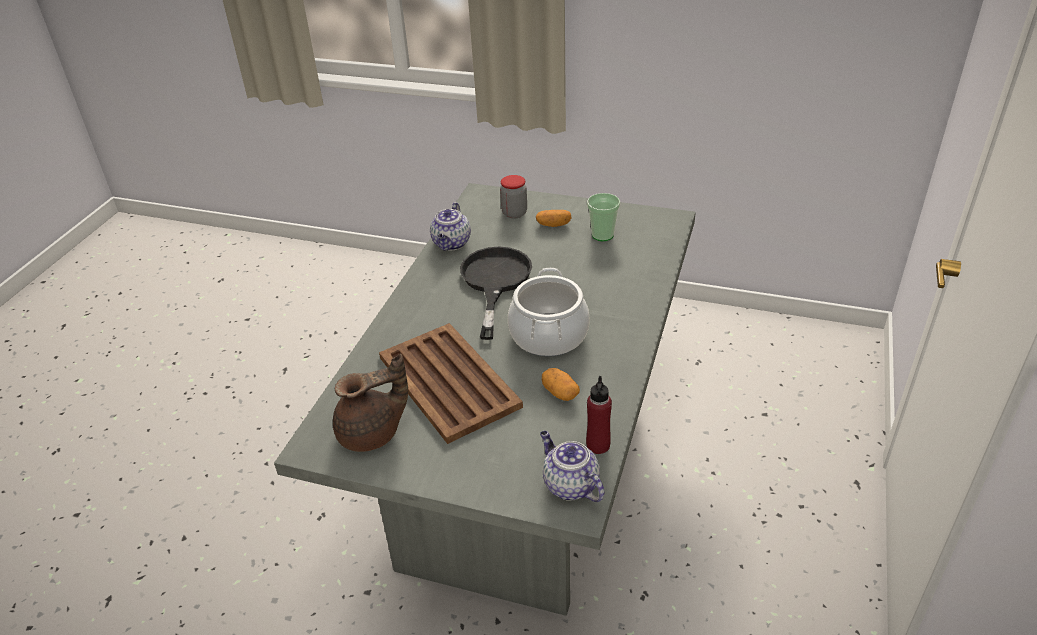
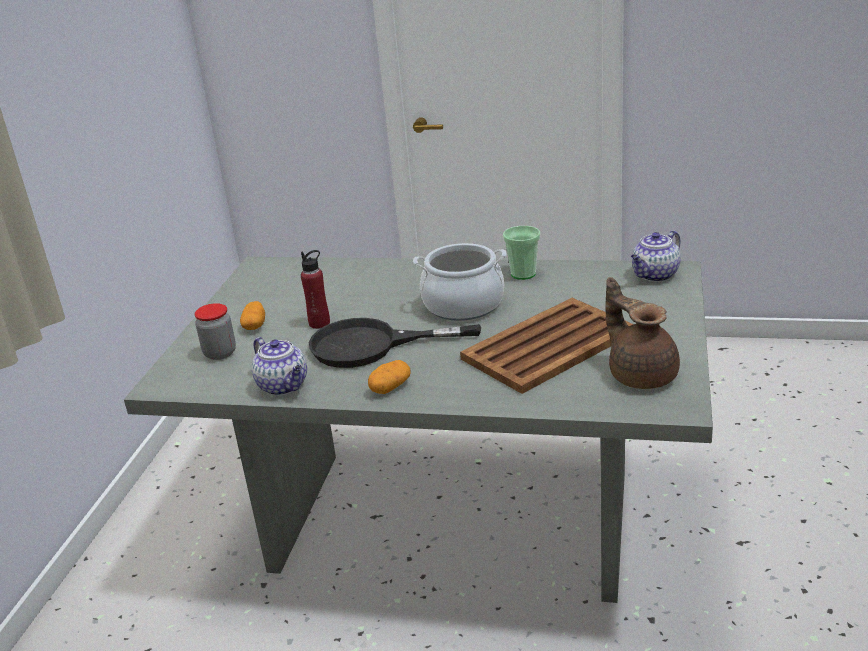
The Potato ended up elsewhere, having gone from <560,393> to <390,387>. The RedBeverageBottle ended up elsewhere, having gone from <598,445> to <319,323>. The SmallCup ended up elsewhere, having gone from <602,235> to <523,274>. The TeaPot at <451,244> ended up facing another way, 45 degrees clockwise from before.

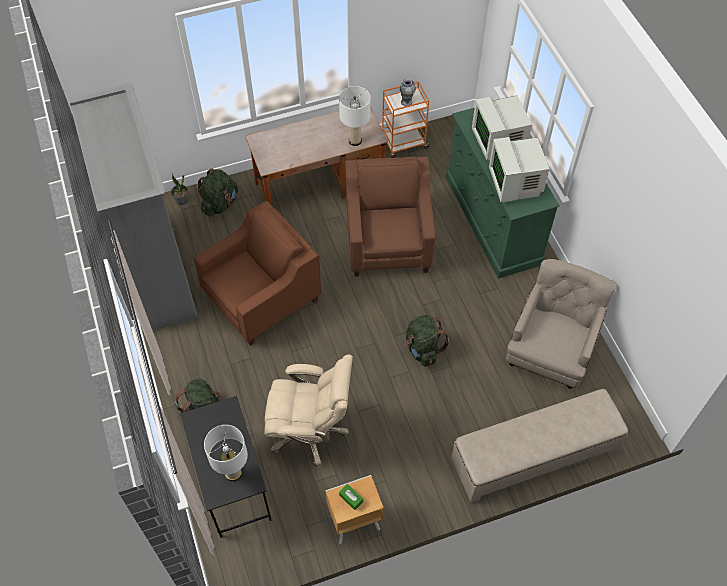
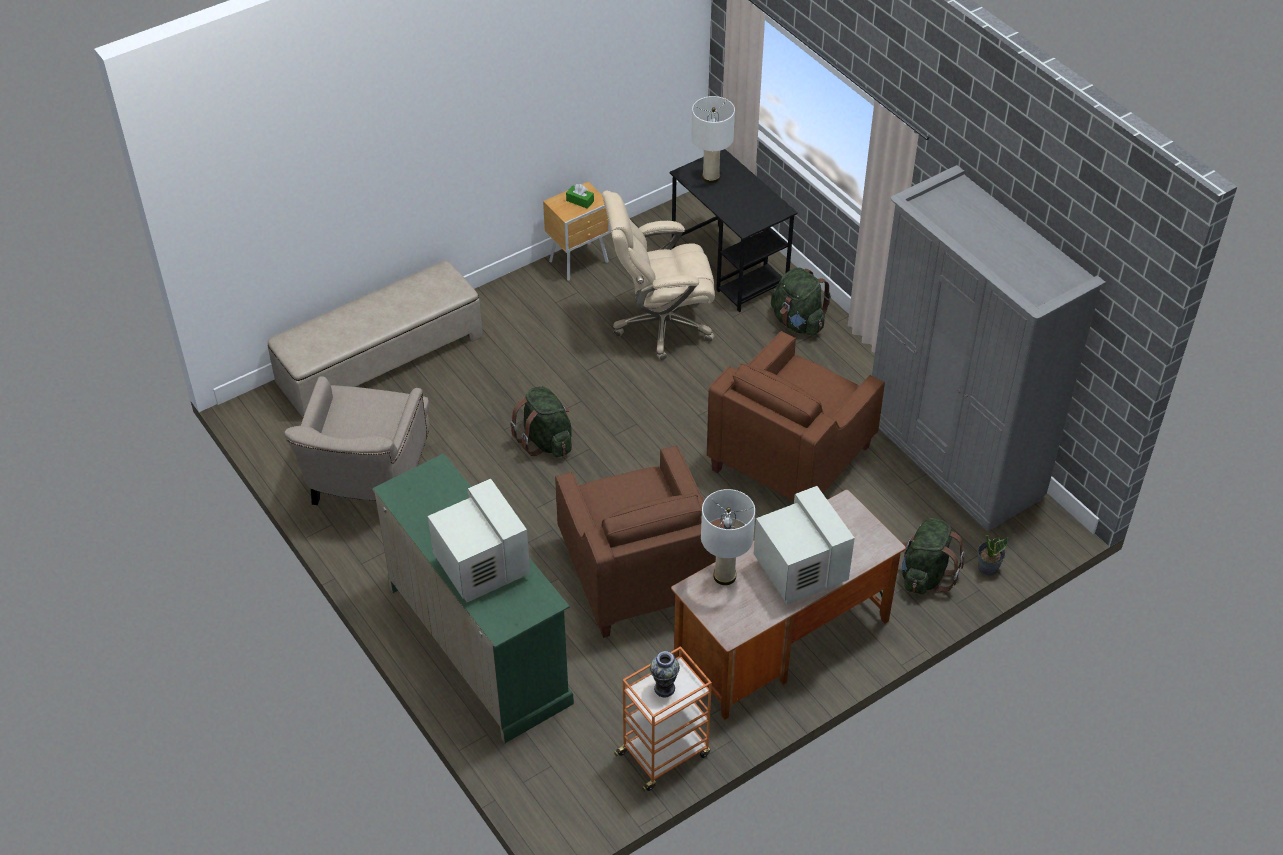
The ComputerDisplay ended up elsewhere, having gone from <515,184> to <798,572>.

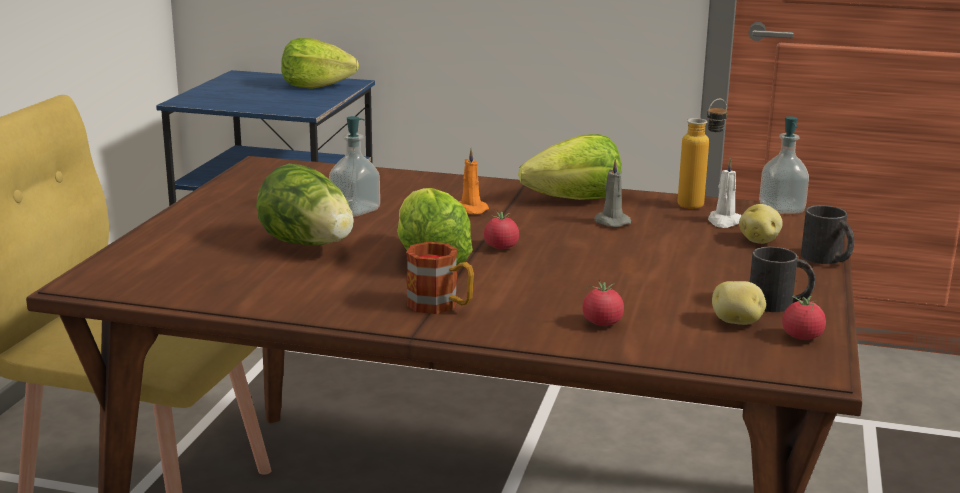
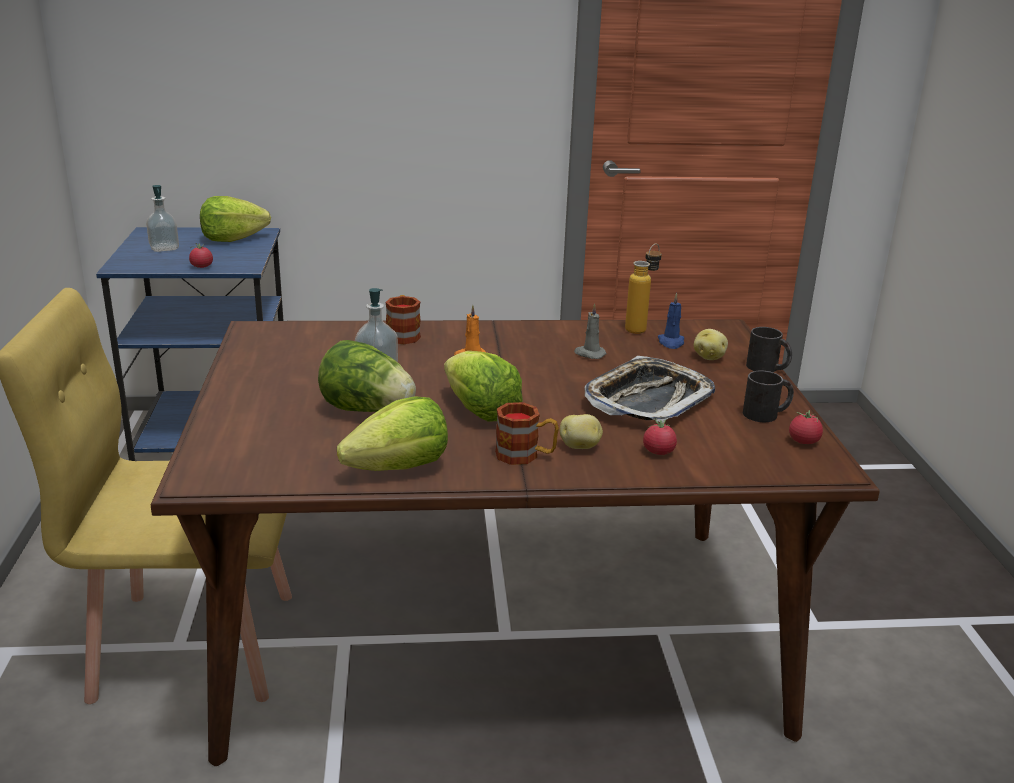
The second view gained the TeaMug at <403,334>. The second view gained the CarryingTray at <648,399>. The FreshTomato ended up elsewhere, having gone from <501,247> to <202,267>. The HeadOfLettuce ended up elsewhere, having gone from <575,200> to <399,468>. The Potato ended up elsewhere, having gone from <737,322> to <580,447>. The SoapDispenser ended up elsewhere, having gone from <781,209> to <164,248>. What was the WhiteWaxCandle at <724,221> turned into the BlueWaxCandle at <671,343>.

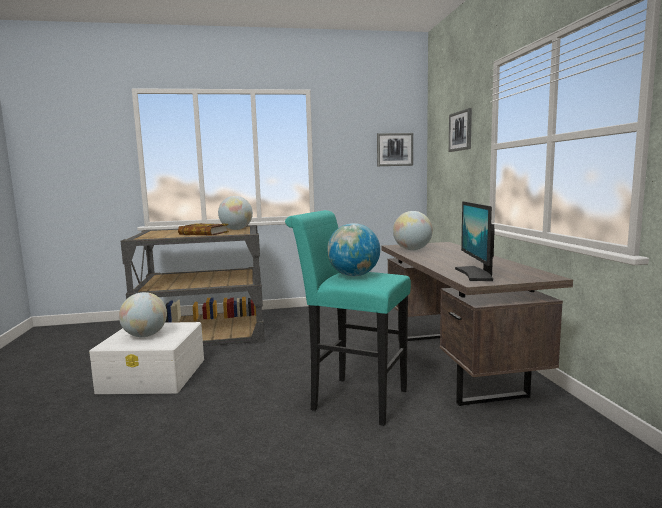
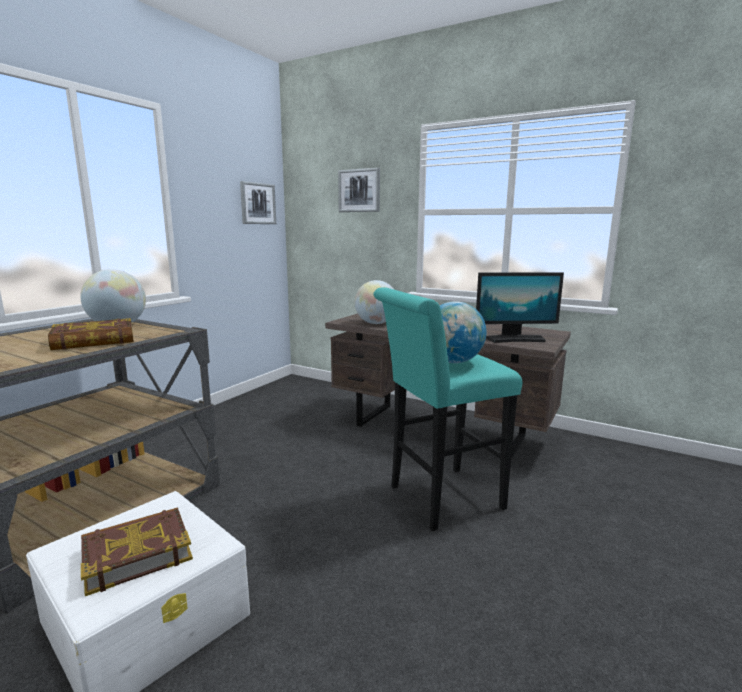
Where the Globe stood at <145,335>, the Book came to stand at <137,554>. The ComputerDisplay at <475,274> ended up facing another way, 45 degrees counterclockwise from before.

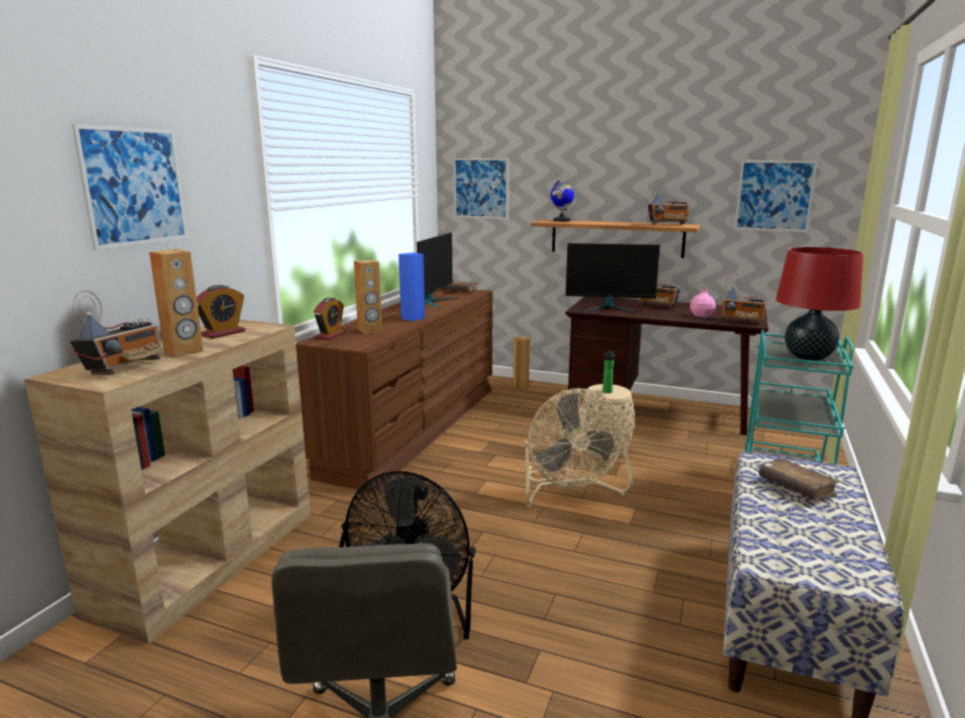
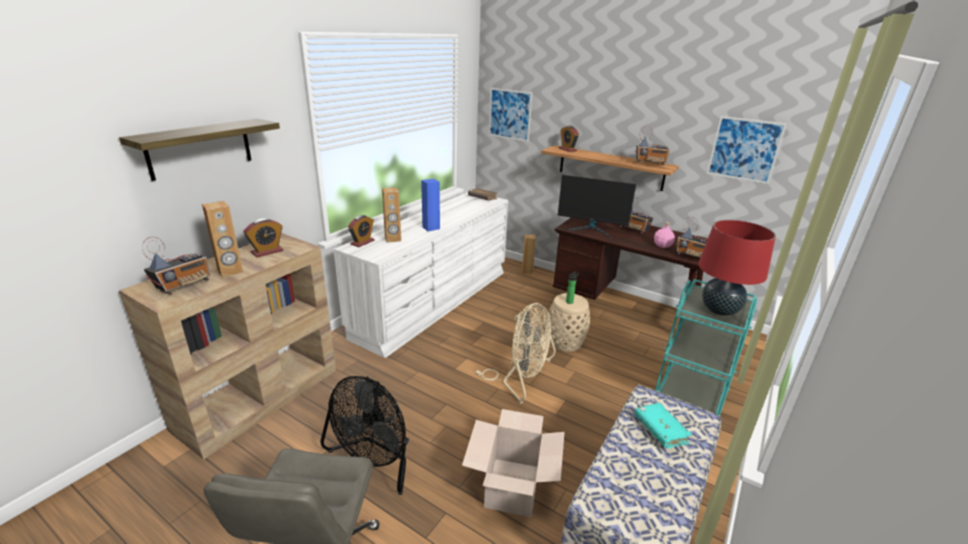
The second view lost the ComputerDisplay at <434,302>. The second view gained the Carton at <512,487>. Where the WallPicture hung at <134,186>, the Shelf came to hang at <200,148>. Where the Globe stood at <561,221>, the TableClock came to stand at <567,149>. What was the BrownDresser at <413,427> turned into the WhiteDresser at <433,301>. What was the BrownBook at <796,488> turned into the TurquoiseBook at <660,430>. The SandColouredFan at <566,491> ended up facing another way, 60 degrees counterclockwise from before.

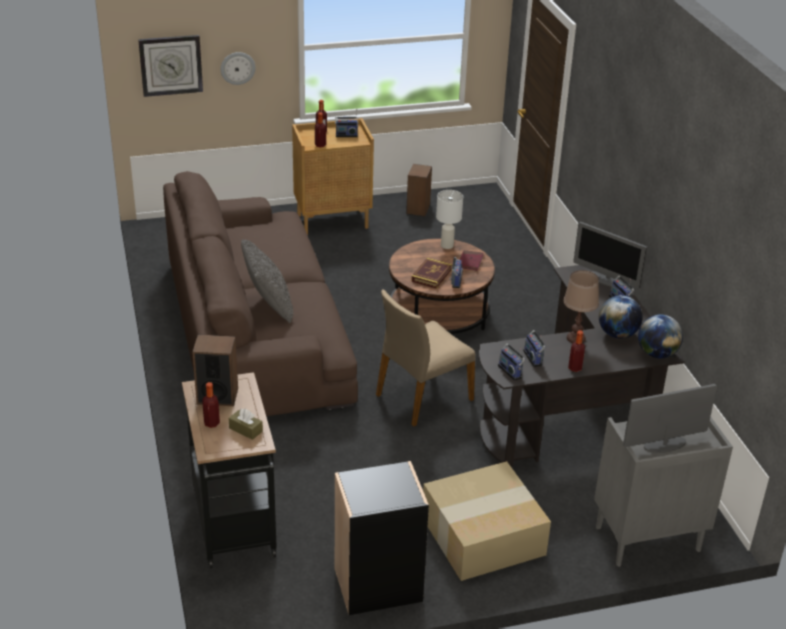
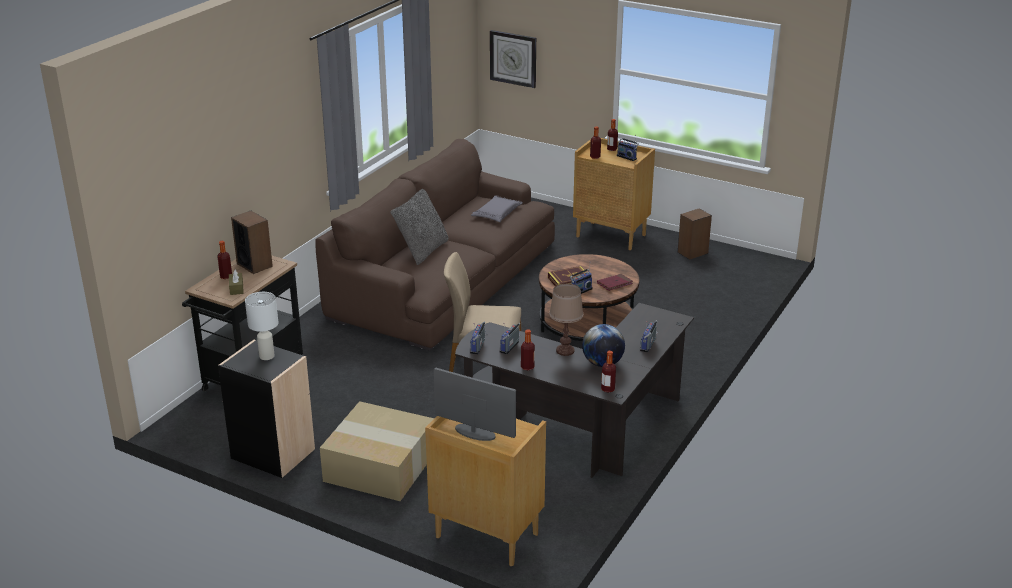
The second view lost the ClockOnTheWall at <237,68>. The second view lost the ComputerDisplay at <605,280>. The second view gained the GreyThrowPillow at <497,212>. The WhiteTableLamp ended up elsewhere, having gone from <447,245> to <267,356>. Where the Globe stood at <656,354>, the BeverageBottle came to stand at <608,389>. What was the GreyStorageCabinet at <647,539> turned into the BrownStorageCabinet at <486,535>.

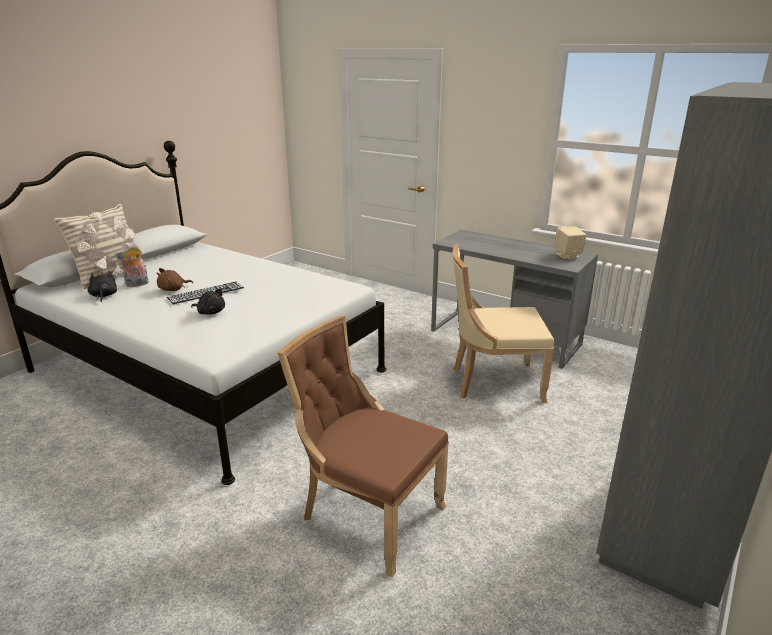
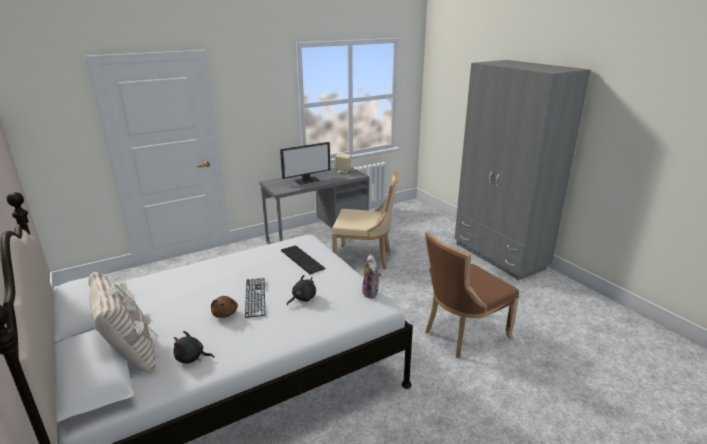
The second view gained the ComputerDisplay at <307,180>. The second view gained the ComputerKeyboard at <301,259>. The SoftToy ended up elsewhere, having gone from <136,284> to <371,293>. The SandColouredPlainChair at <493,383> ended up facing another way, 105 degrees counterclockwise from before.

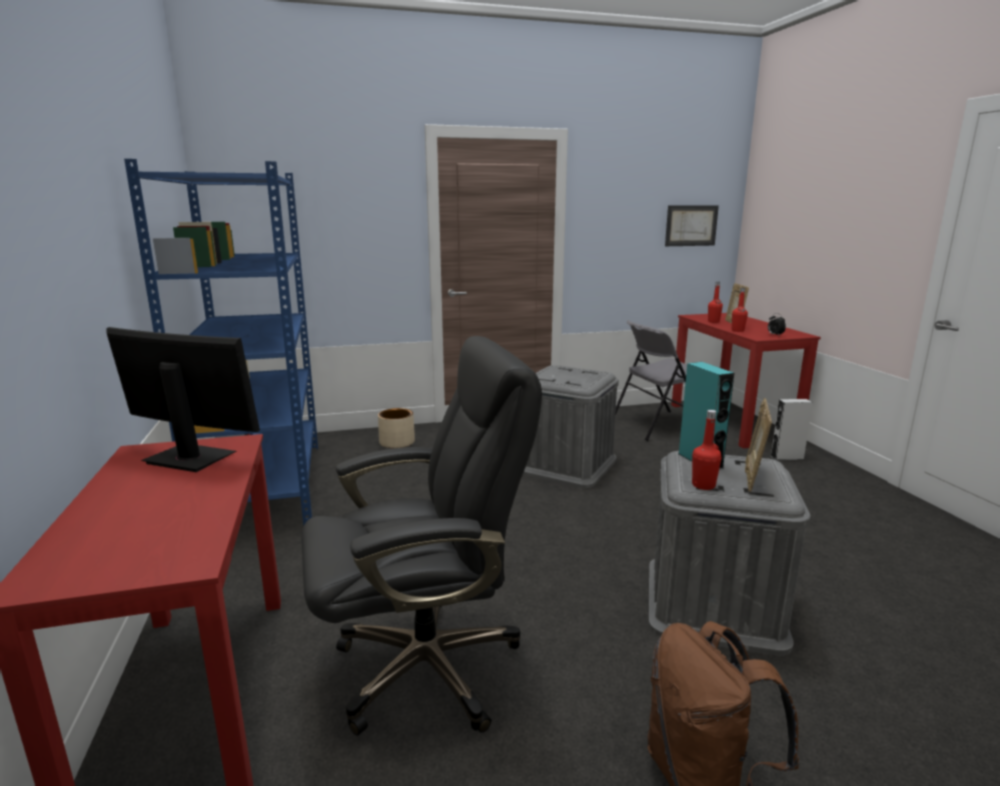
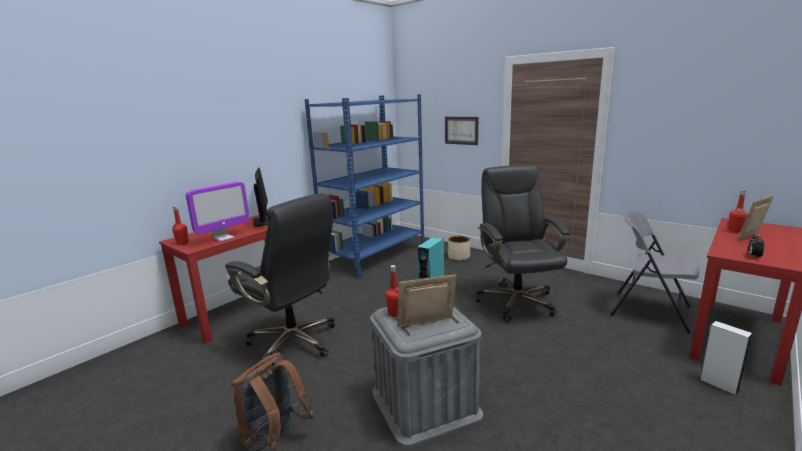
The second view gained the ComputerDisplay at <224,238>. The WallPicture ended up elsewhere, having gone from <691,225> to <461,130>. The RedBeverageBottle ended up elsewhere, having gone from <737,330> to <182,243>. Where the GreyStorageContainer stood at <565,464>, the BlackColouredDeskChair came to stand at <517,304>.

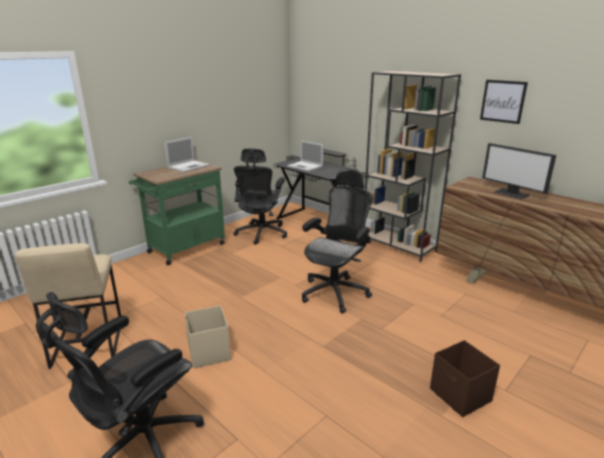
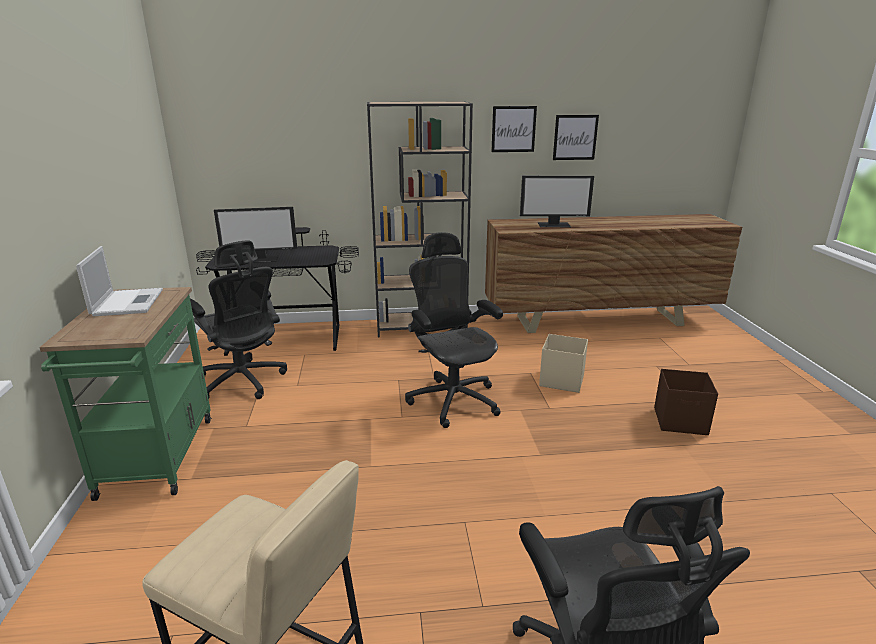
The second view gained the WallPicture at <575,137>. The SandColouredStorageContainer ended up elsewhere, having gone from <209,352> to <561,380>. Where the NotebookComputer stood at <305,166>, the ComputerDisplay came to stand at <261,259>.

